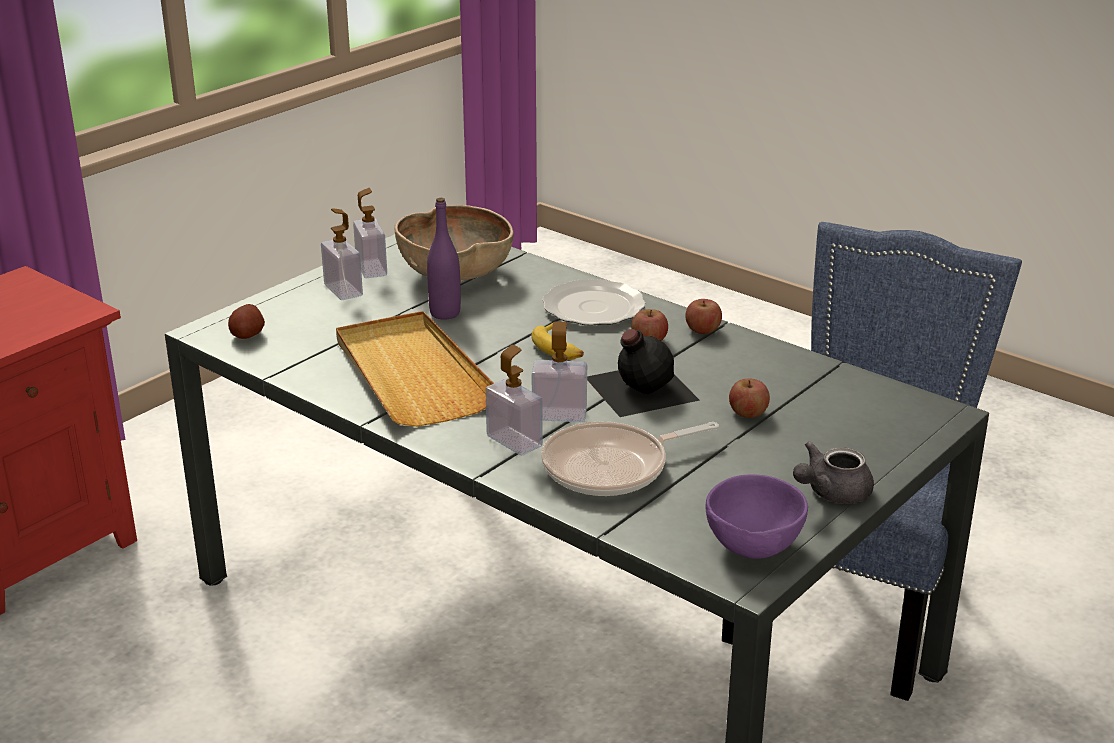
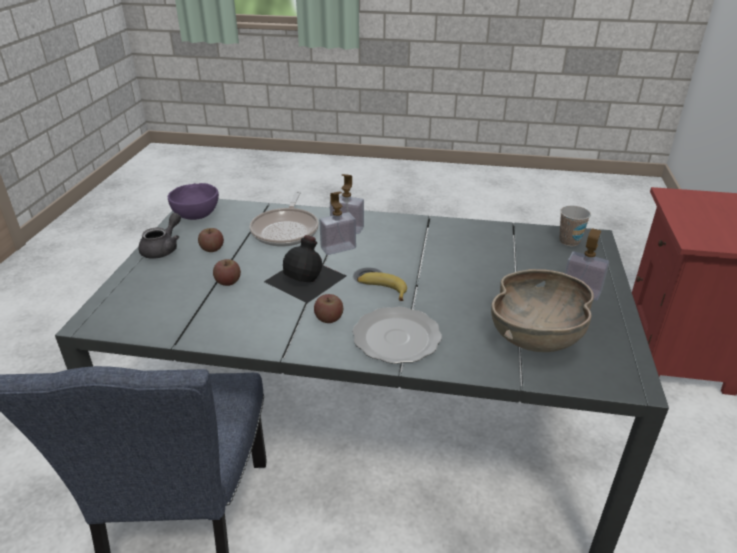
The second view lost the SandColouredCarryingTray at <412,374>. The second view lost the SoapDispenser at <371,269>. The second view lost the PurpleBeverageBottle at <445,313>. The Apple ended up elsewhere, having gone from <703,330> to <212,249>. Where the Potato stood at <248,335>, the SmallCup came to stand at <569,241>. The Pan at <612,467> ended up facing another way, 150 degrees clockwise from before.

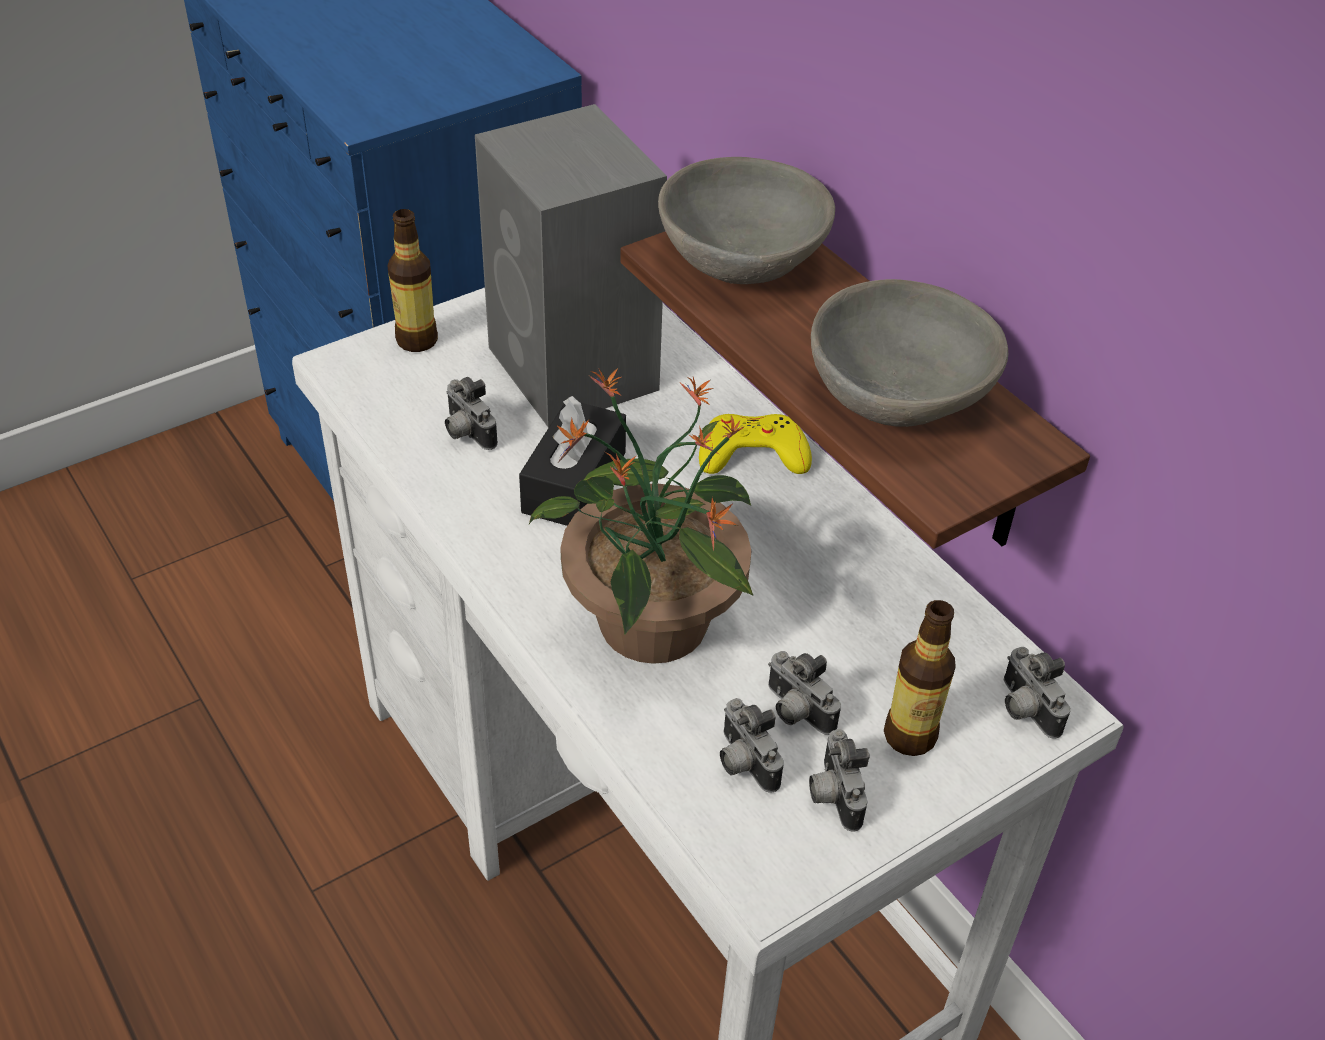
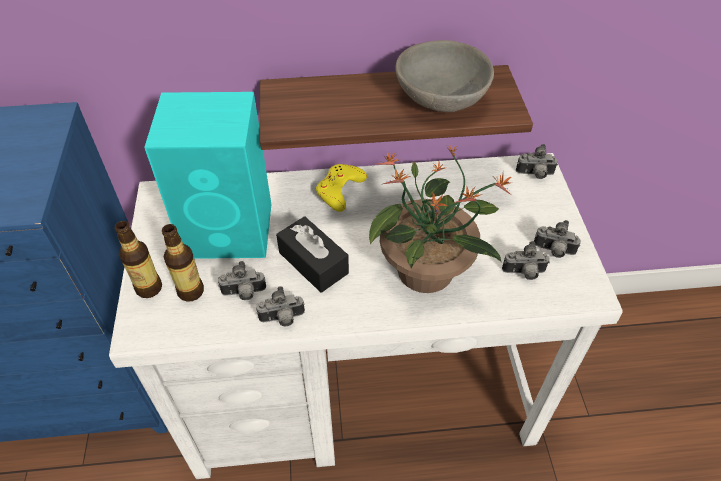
The second view lost the GreyServingBowl at <741,262>. The StillCamera ended up elsewhere, having gone from <795,712> to <282,319>. The BeverageBottle ended up elsewhere, having gone from <910,736> to <191,291>. What was the GreySpeaker at <575,371> turned into the TurquoiseSpeaker at <231,230>.

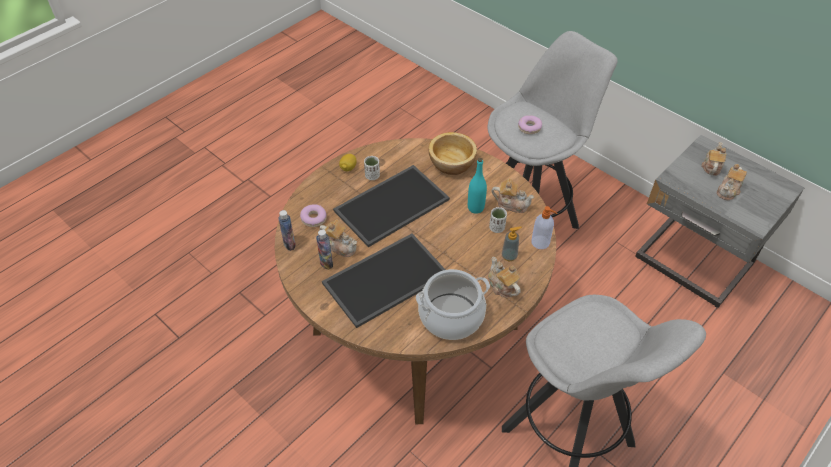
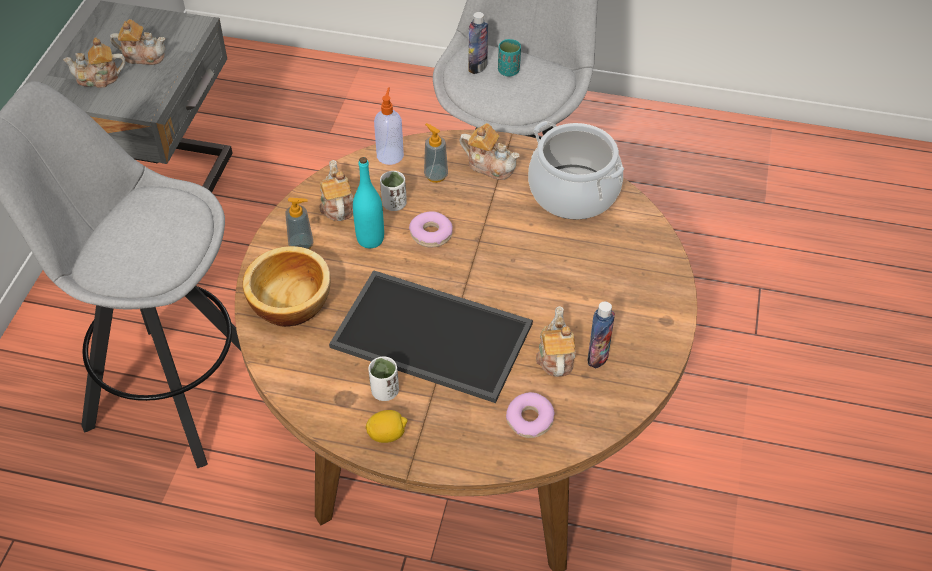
The second view lost the CarryingTray at <385,277>. The second view gained the SoapDispenser at <301,245>. The second view gained the TurquoiseSmallCup at <508,71>. The BeverageBottle ended up elsewhere, having gone from <289,244> to <478,67>. The Doughnut ended up elsewhere, having gone from <529,128> to <431,234>. The TeaPot at <502,286> ended up facing another way, 90 degrees counterclockwise from before.

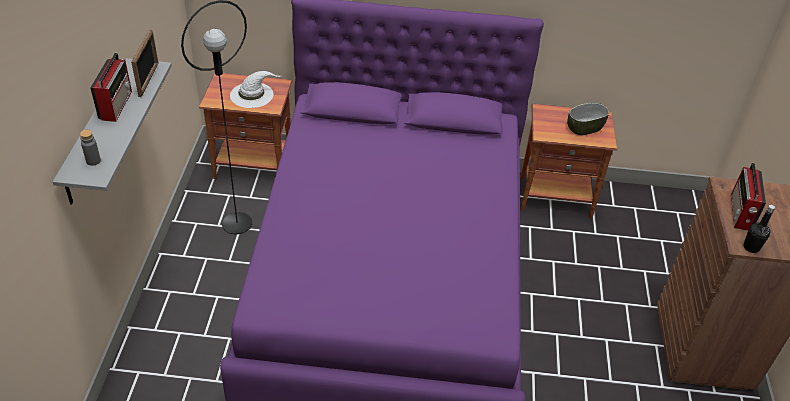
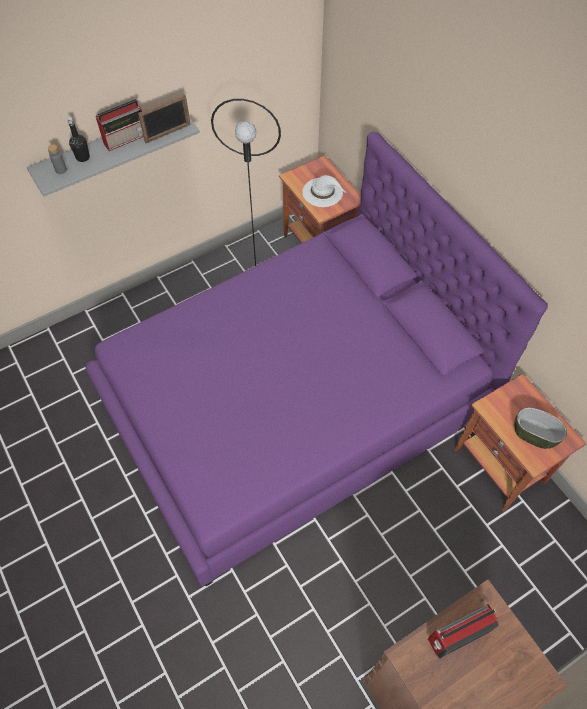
The BlackColouredBeverageBottle ended up elsewhere, having gone from <751,247> to <83,157>.

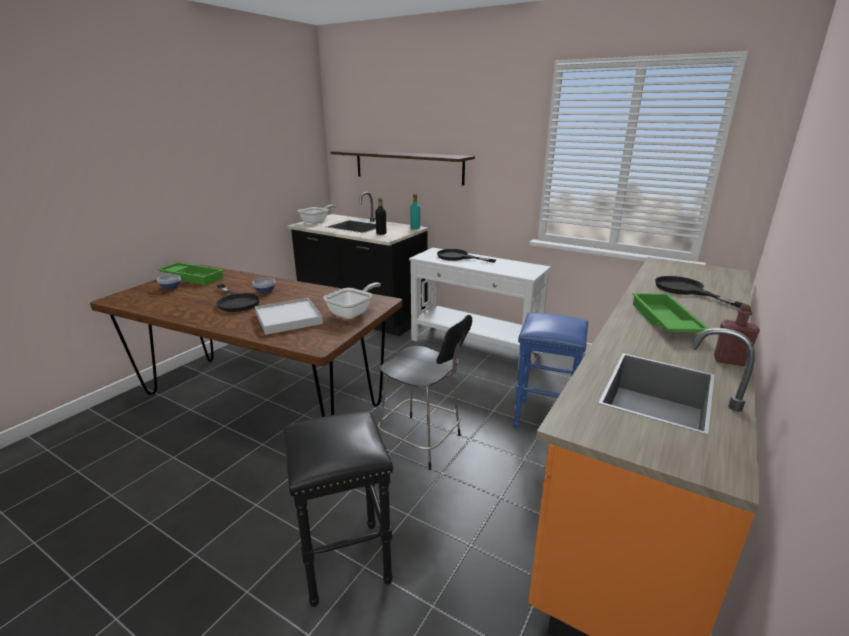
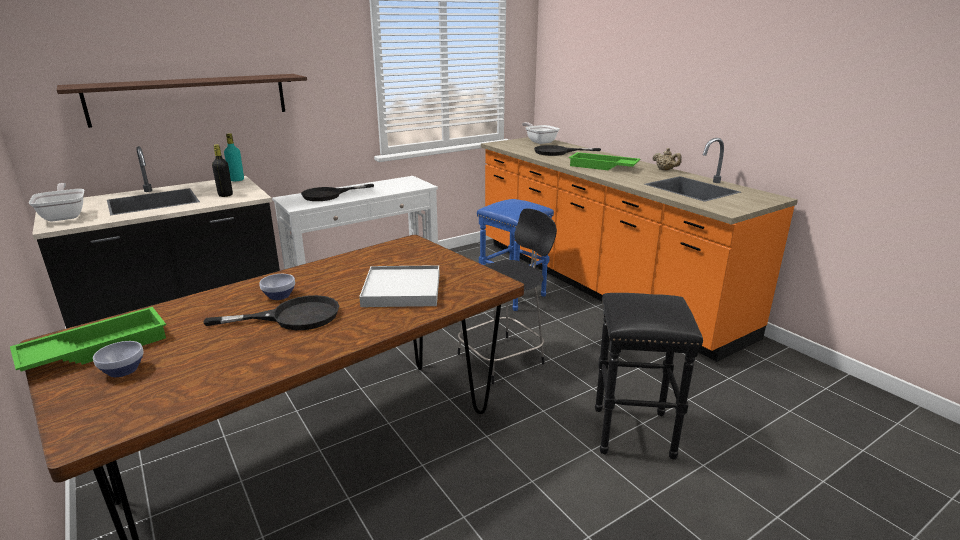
The Pan ended up elsewhere, having gone from <353,312> to <539,141>. Where the RedBeverageBottle stood at <729,361>, the SandColouredTeaPot came to stand at <665,170>.

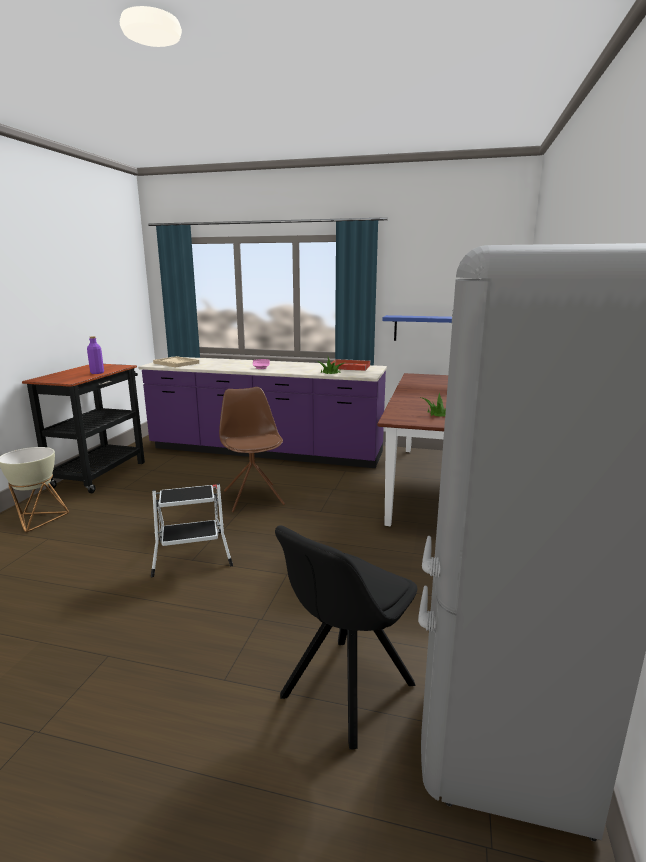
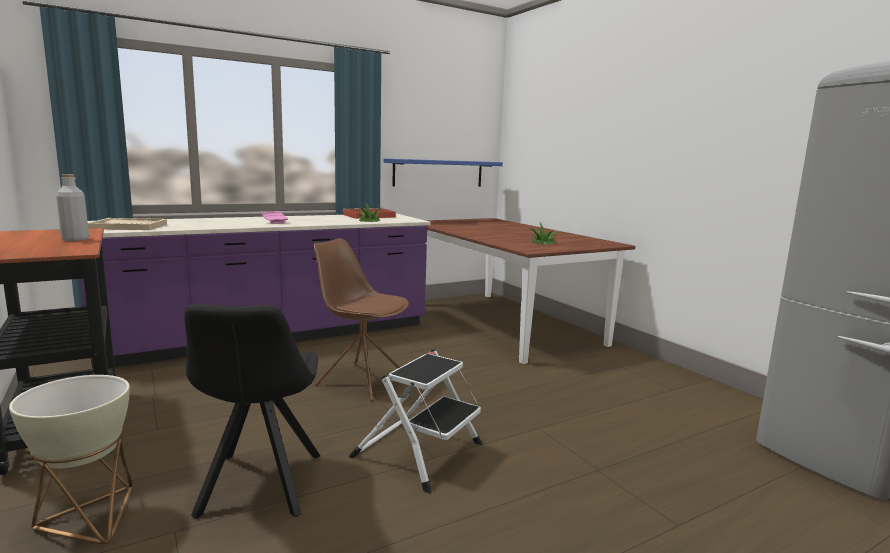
The BlackColouredPlainChair ended up elsewhere, having gone from <346,690> to <260,484>. What was the PurpleBeverageBottle at <97,373> turned into the GreyBeverageBottle at <75,239>.

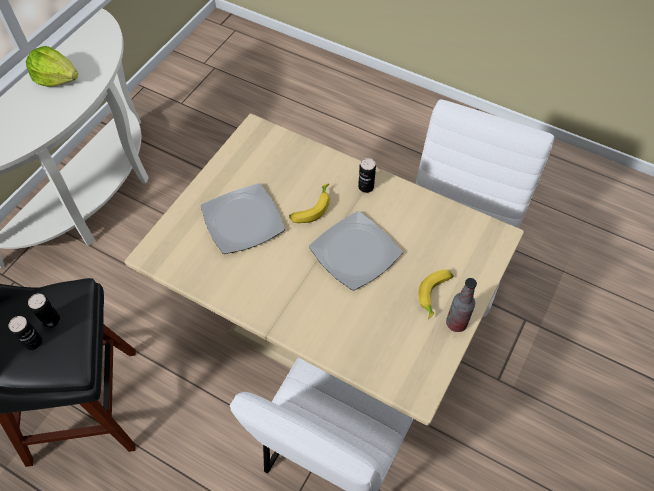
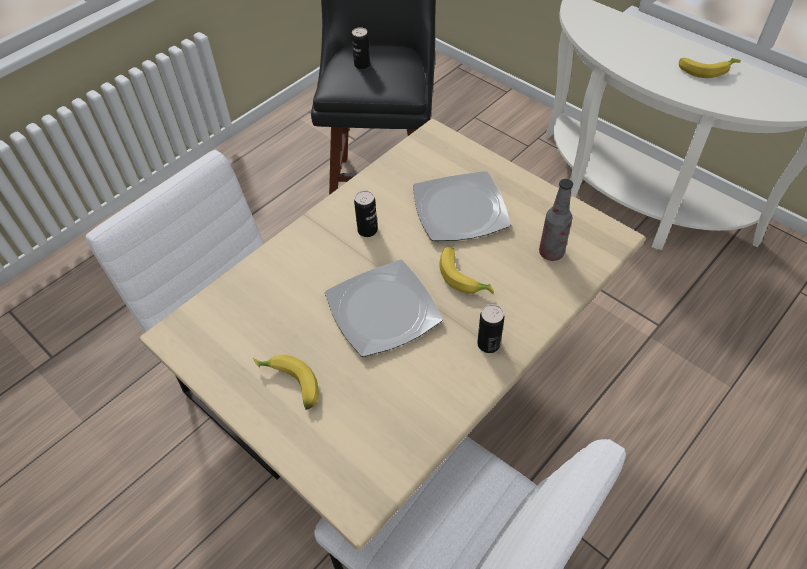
The Can ended up elsewhere, having gone from <51,320> to <367,230>. The BeverageBottle ended up elsewhere, having gone from <456,323> to <551,253>. Where the HeadOfLettuce stood at <56,78>, the Banana came to stand at <705,69>.

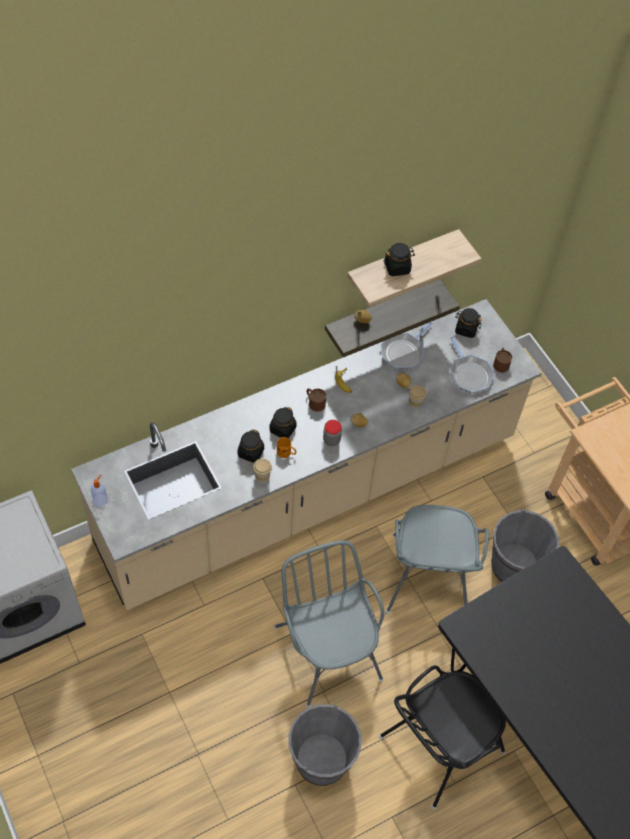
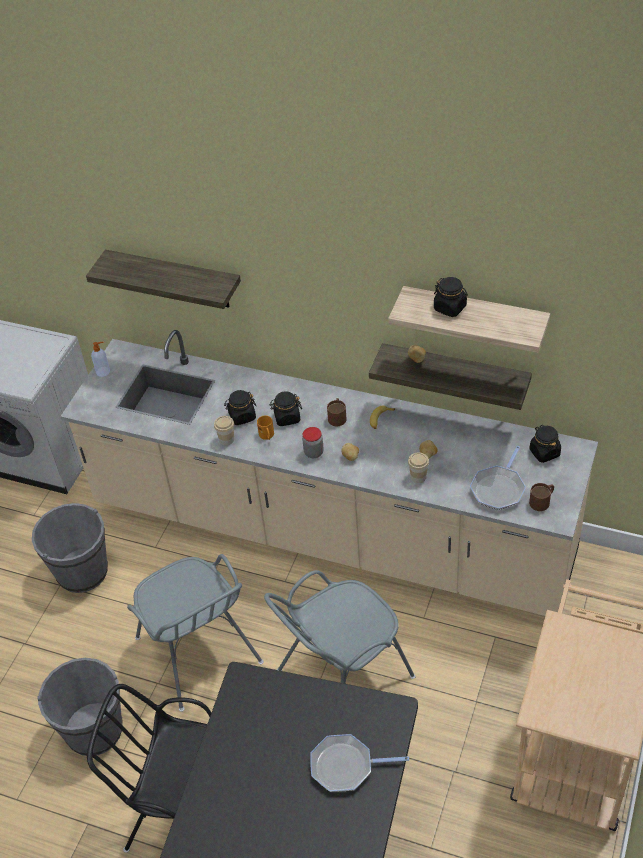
The second view gained the Shelf at <174,279>. The Pan ended up elsewhere, having gone from <403,352> to <345,766>. The GreyBucket ended up elsewhere, having gone from <514,566> to <82,572>. The GreyPlainChair at <327,647> ended up facing another way, 120 degrees clockwise from before.

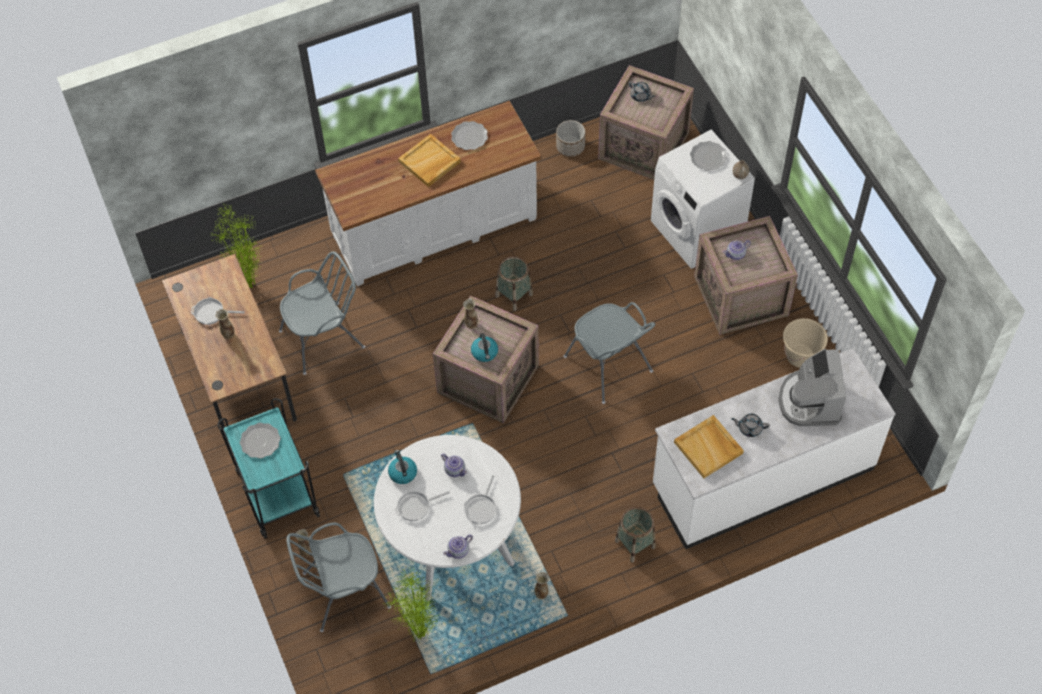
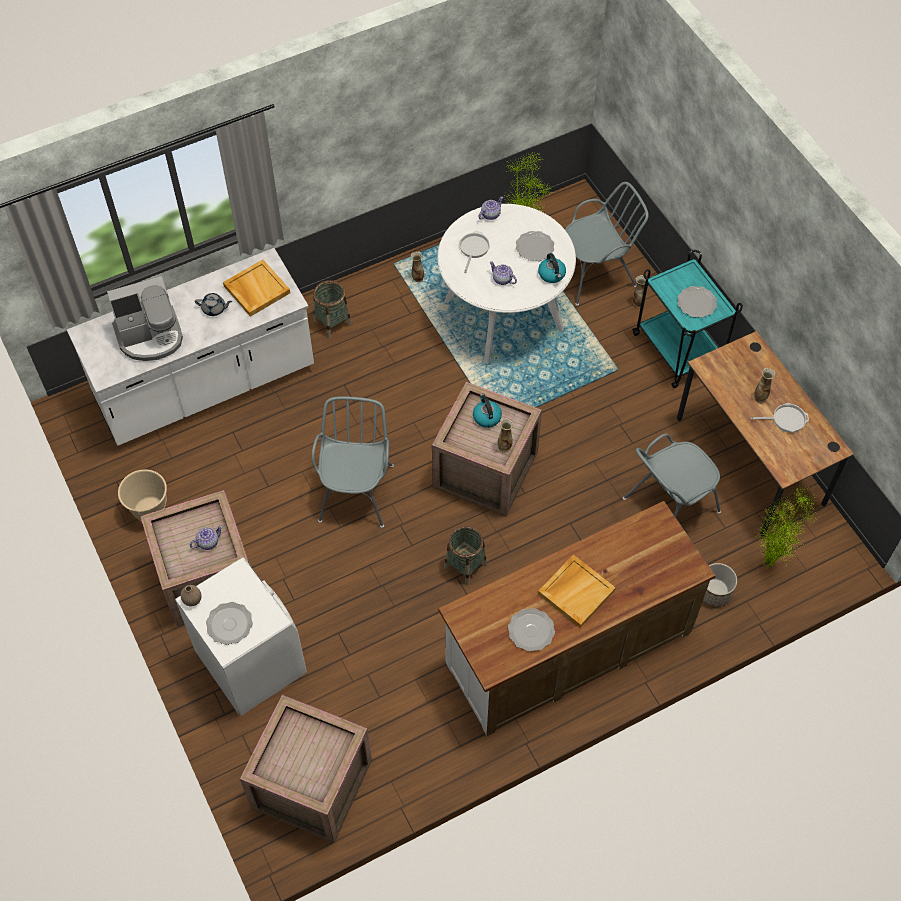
The second view lost the GreyTeaPot at <641,96>. The PlantPot ended up elsewhere, having gone from <570,147> to <714,591>. Where the Pan stood at <416,506>, the DinnerPlate came to stand at <534,247>. The GreyPlainChair at <610,366> ended up facing another way, 45 degrees clockwise from before. The CoffeeMaker at <809,401> ended up facing another way, 75 degrees clockwise from before.

